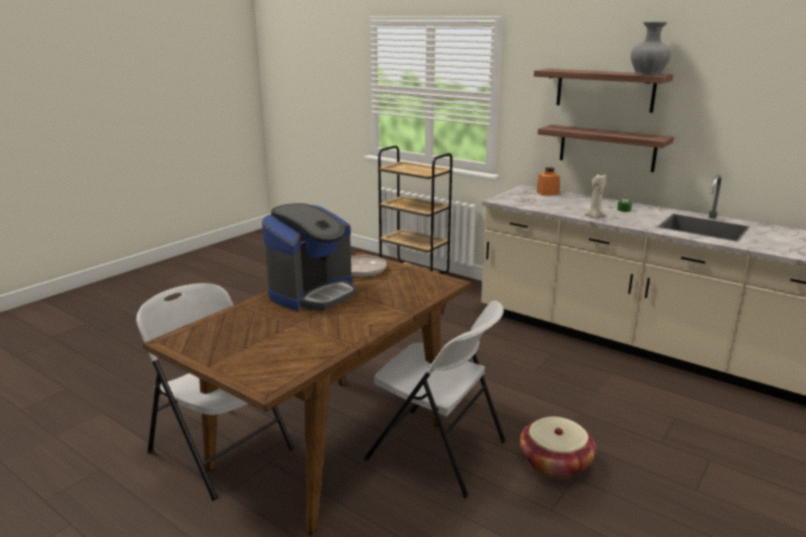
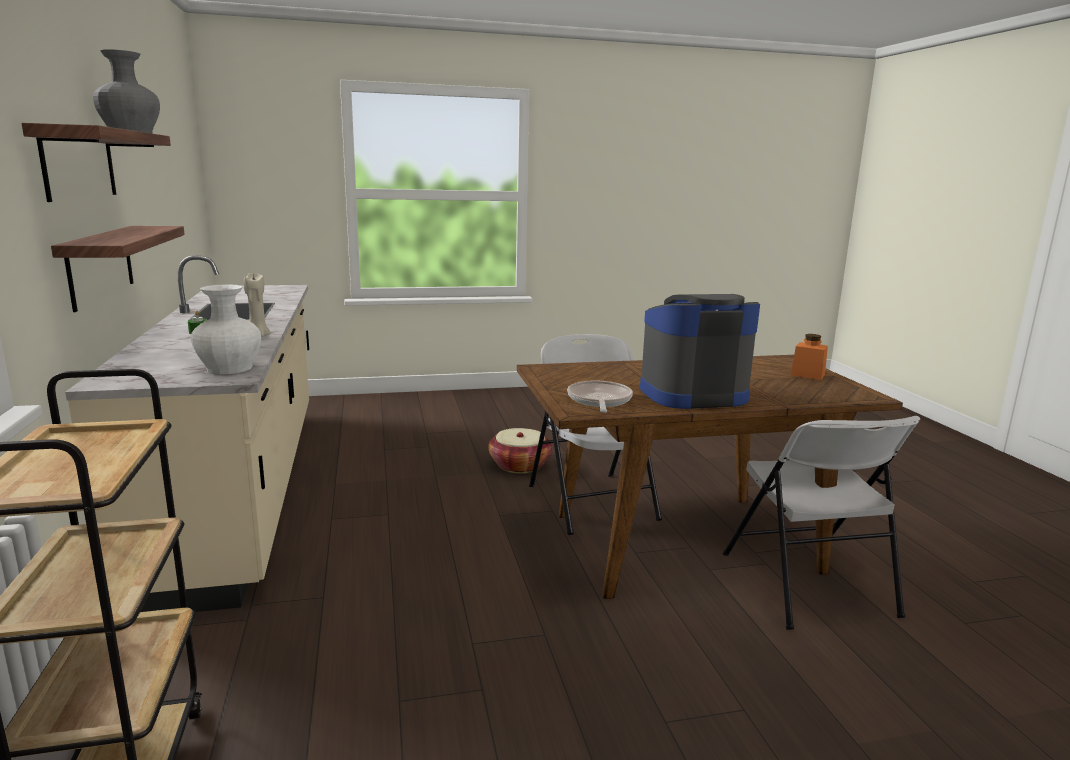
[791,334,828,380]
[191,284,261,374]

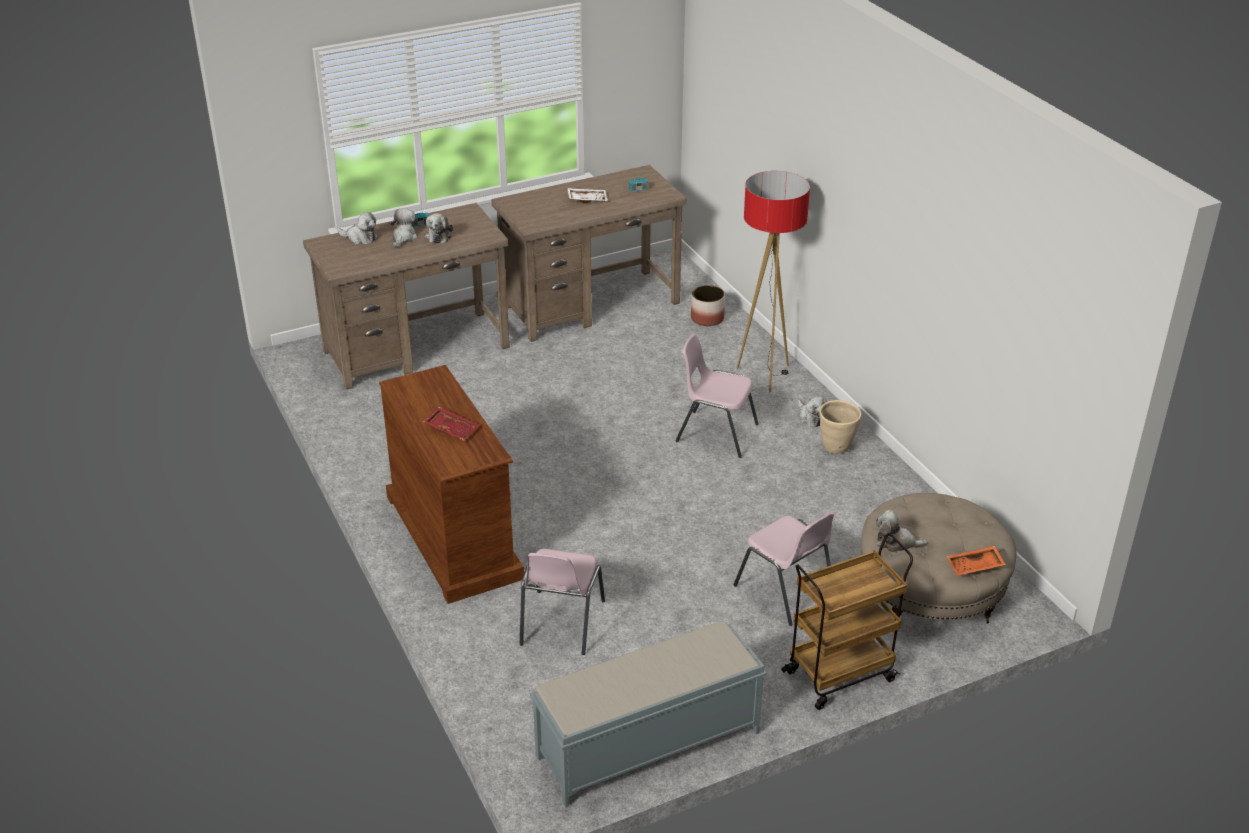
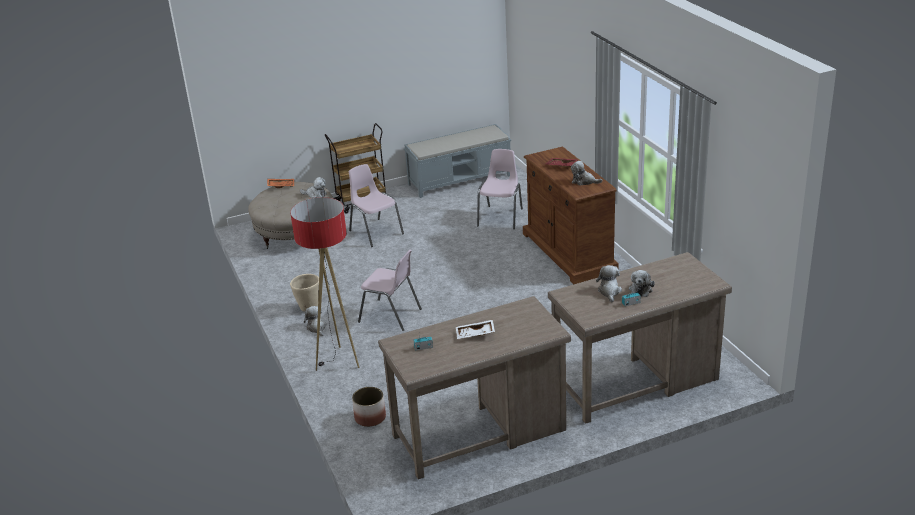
[571,161,603,186]

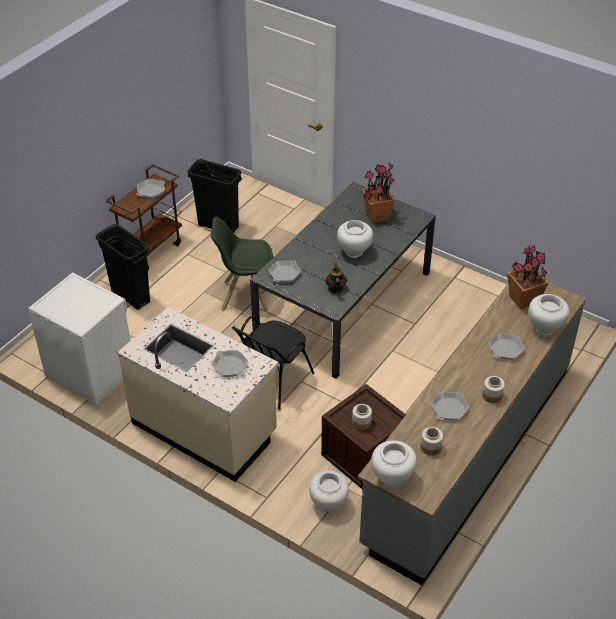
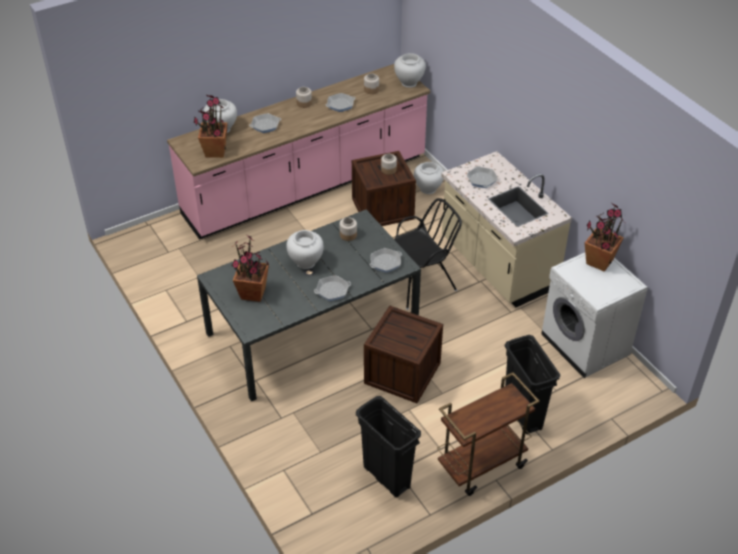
[314,275,351,301]
[364,305,443,403]
[340,217,357,241]
[167,64,430,240]
[585,202,625,272]

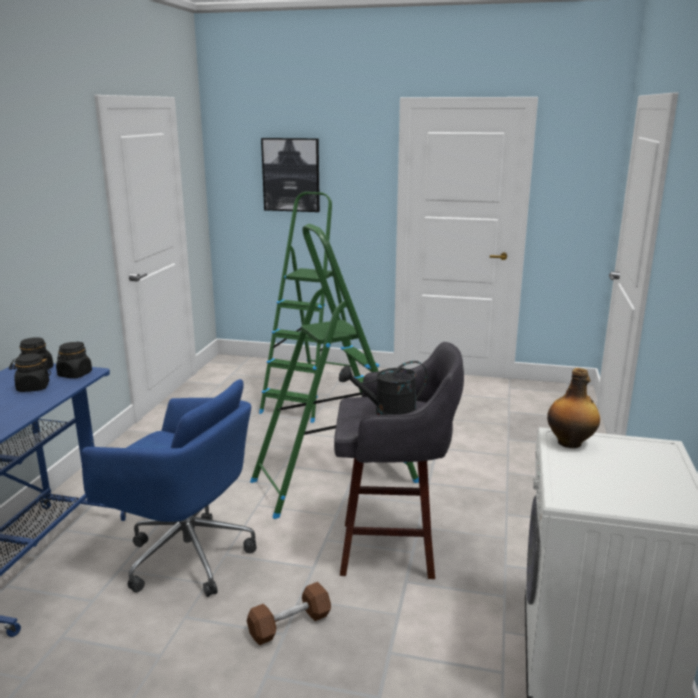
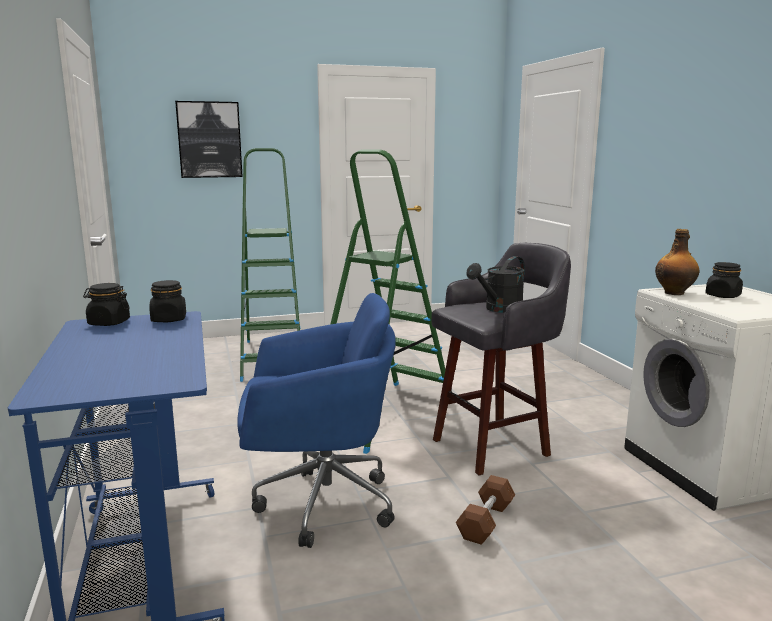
[705,262,743,298]

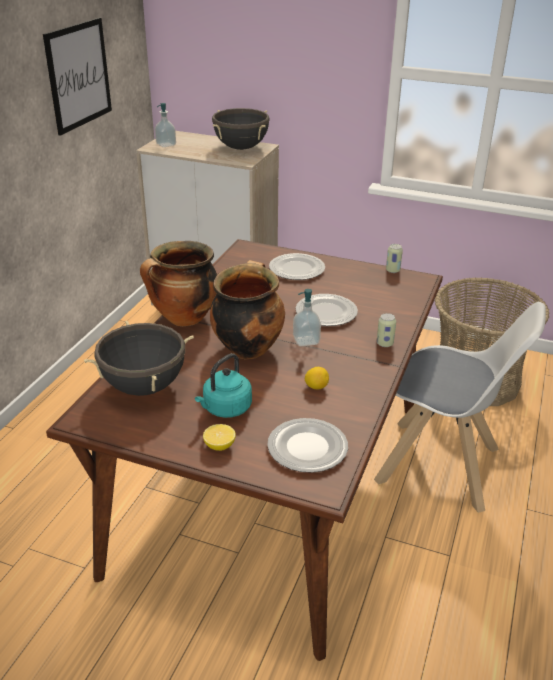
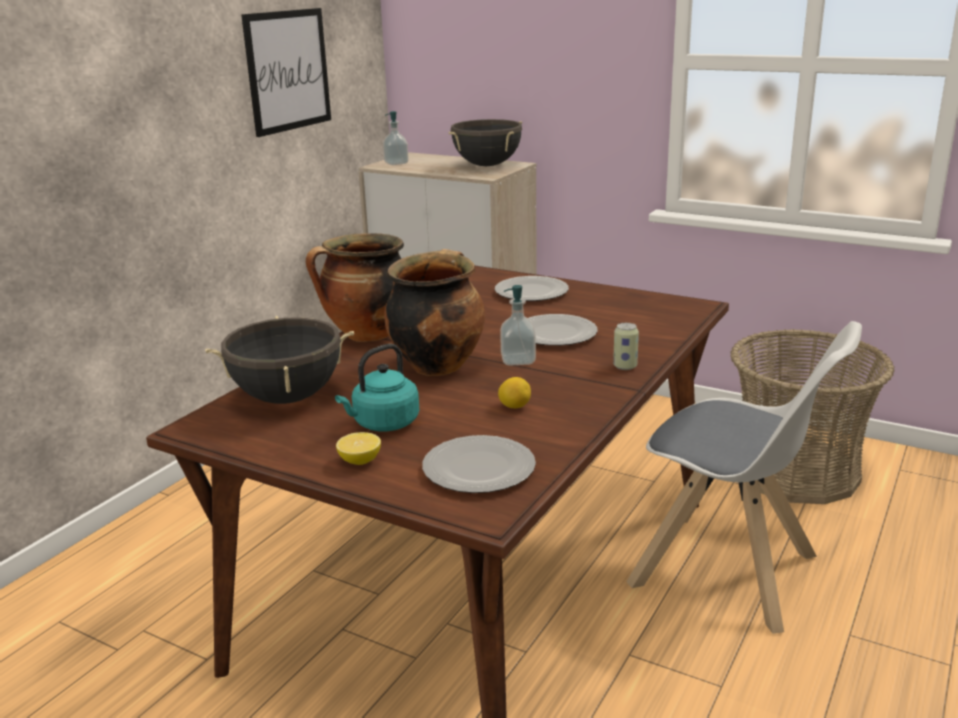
[386,244,403,273] (first image)

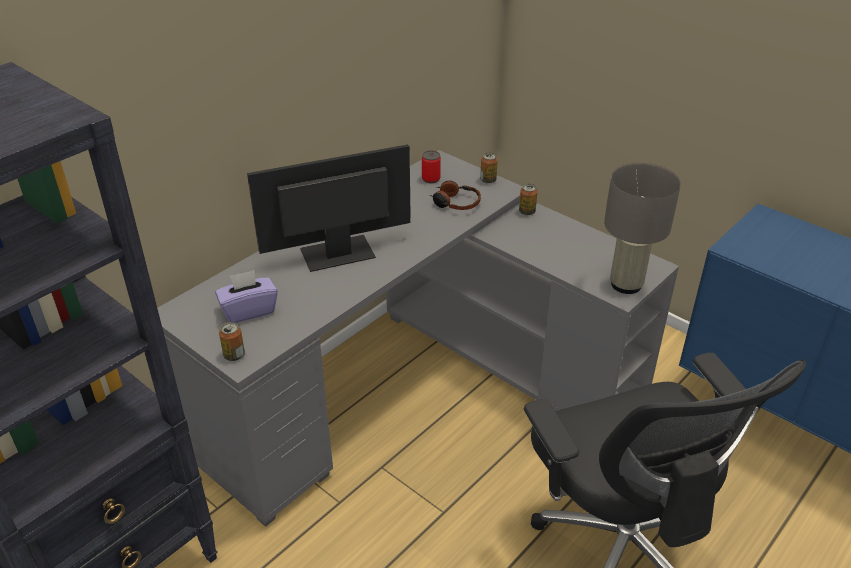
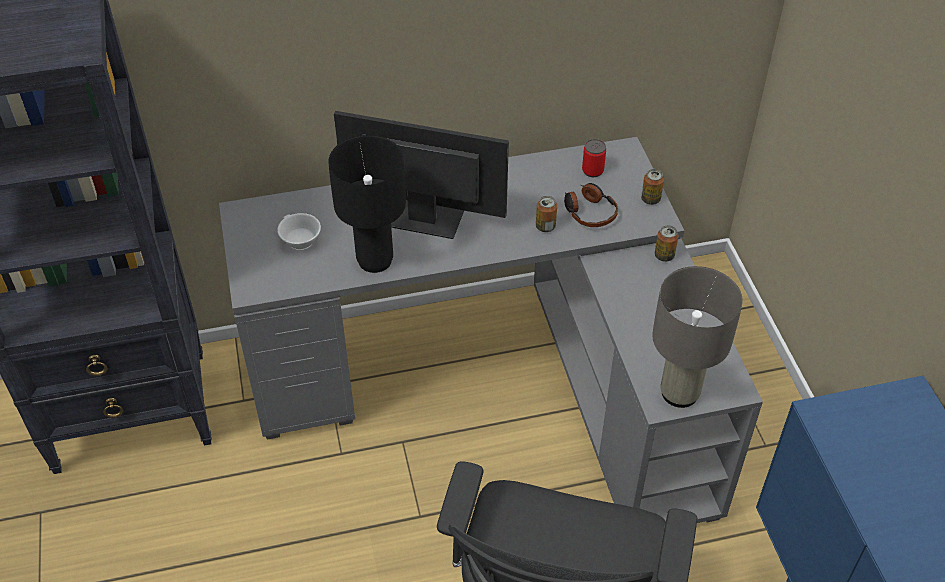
[277,213,321,250]
[536,196,557,232]
[329,135,406,273]

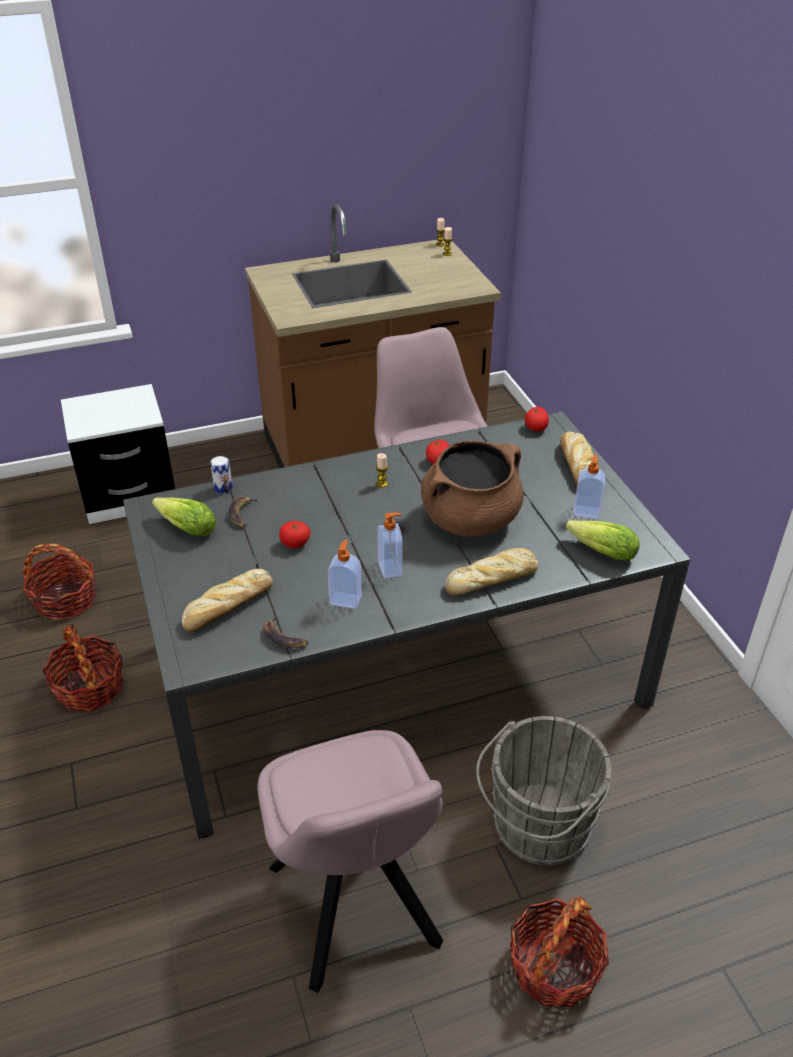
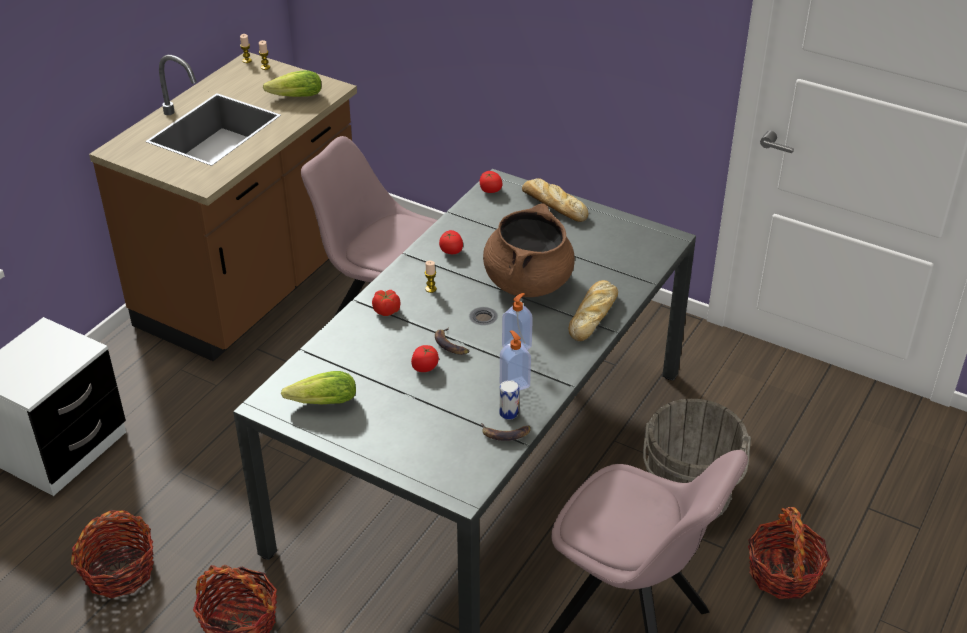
[573,454,605,519] (first image)
[500,380,519,420]
[435,327,470,355]
[263,70,321,97]
[182,568,273,632] (first image)
[372,290,400,316]

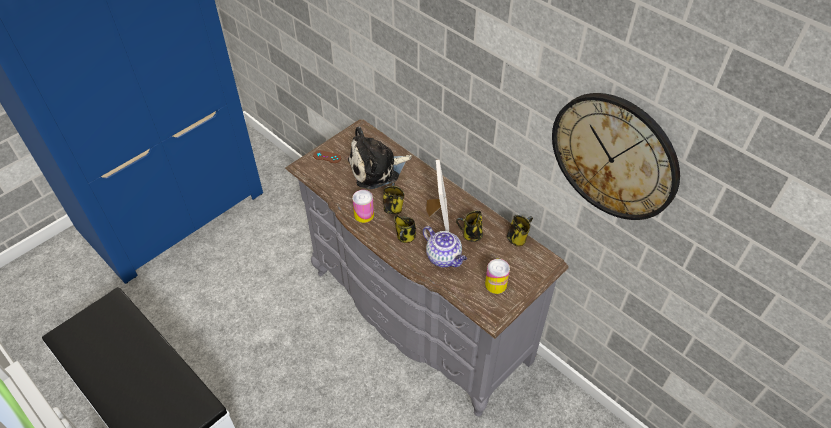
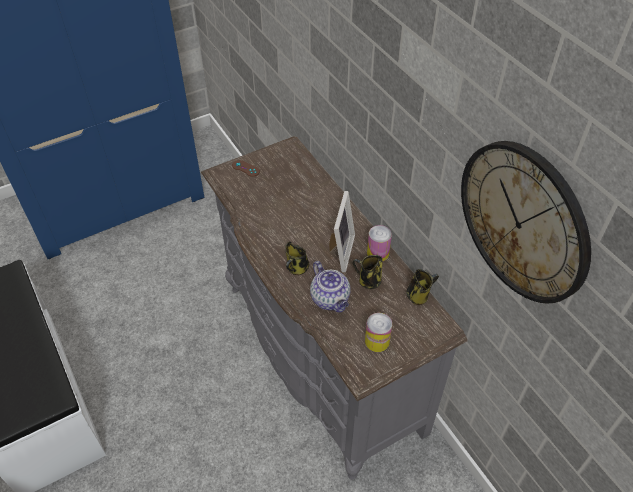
[348,127,412,189] (first image)
[383,182,404,214] (first image)
[367,225,392,261]

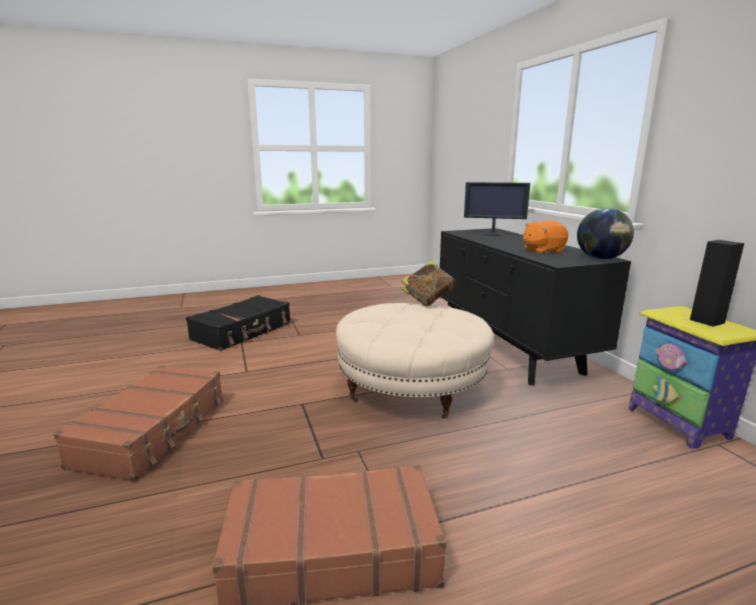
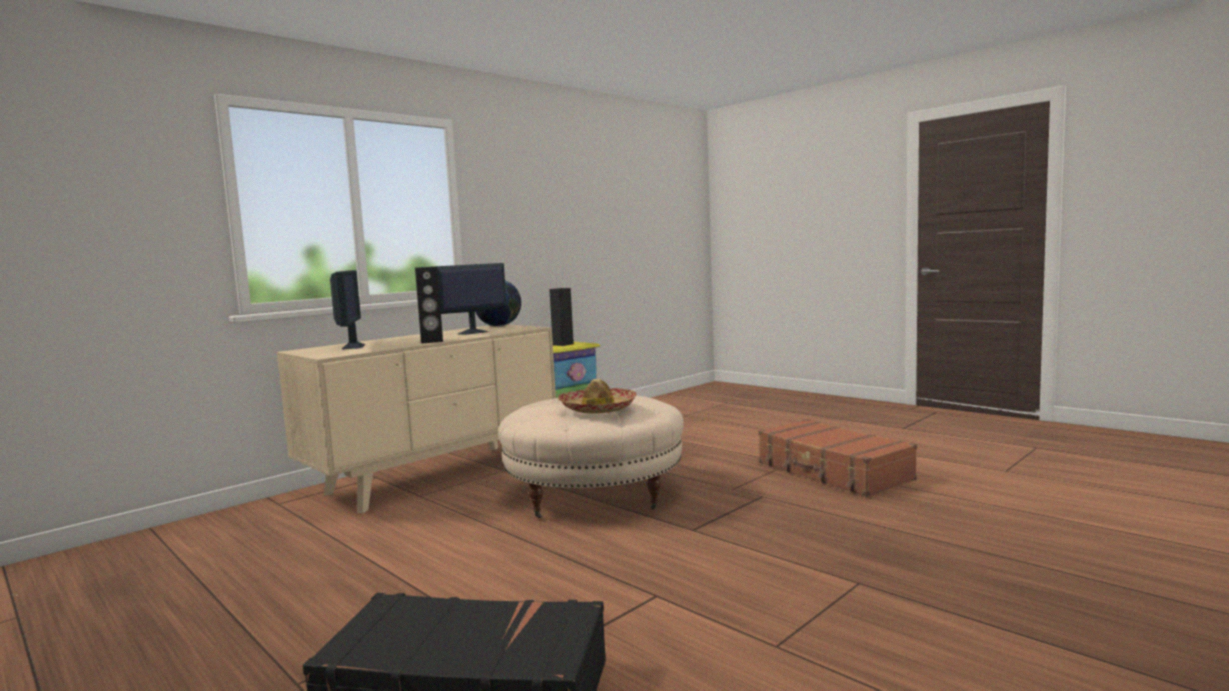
[433,263,507,335]
[277,325,556,513]
[401,260,456,307] (first image)
[53,365,223,481] (first image)
[415,267,443,343]
[558,379,637,414]

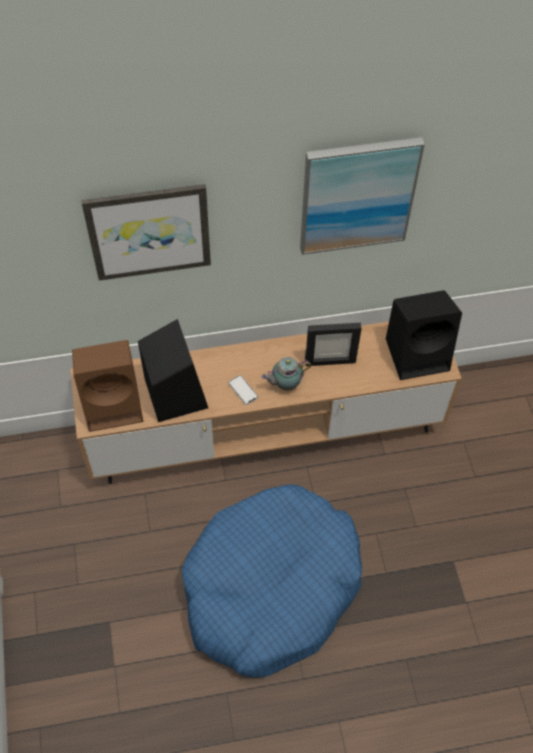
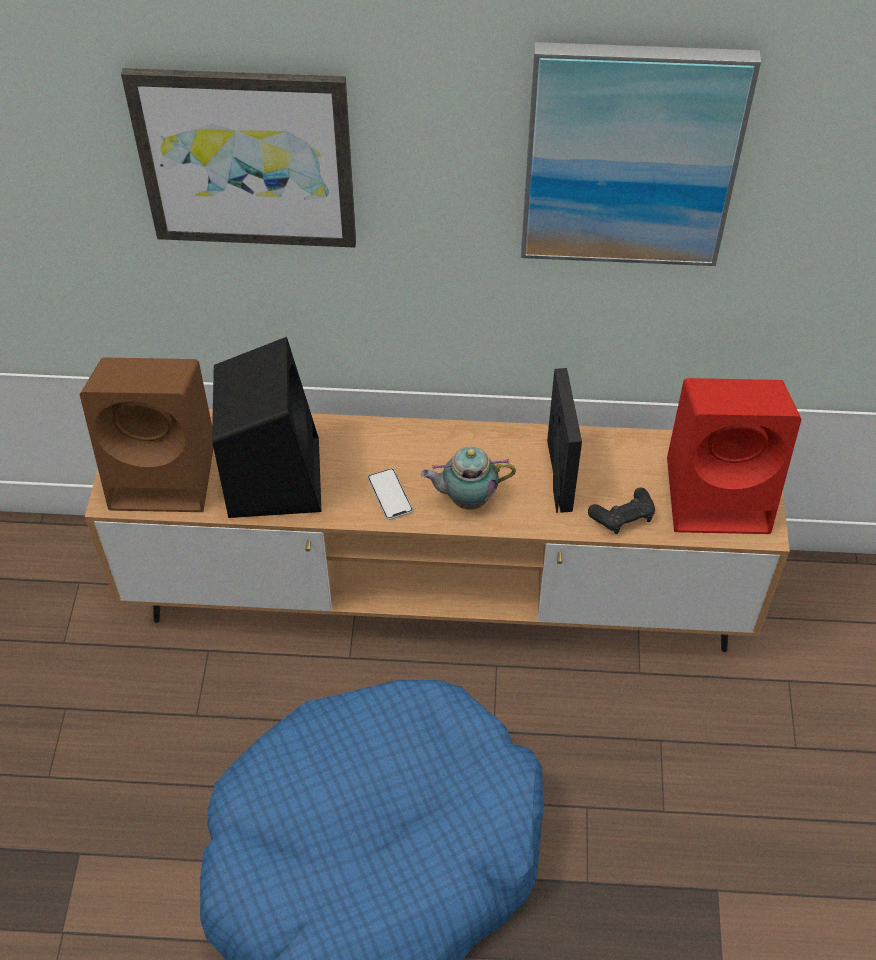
[667,378,801,534]
[547,368,582,513]
[588,487,655,534]

